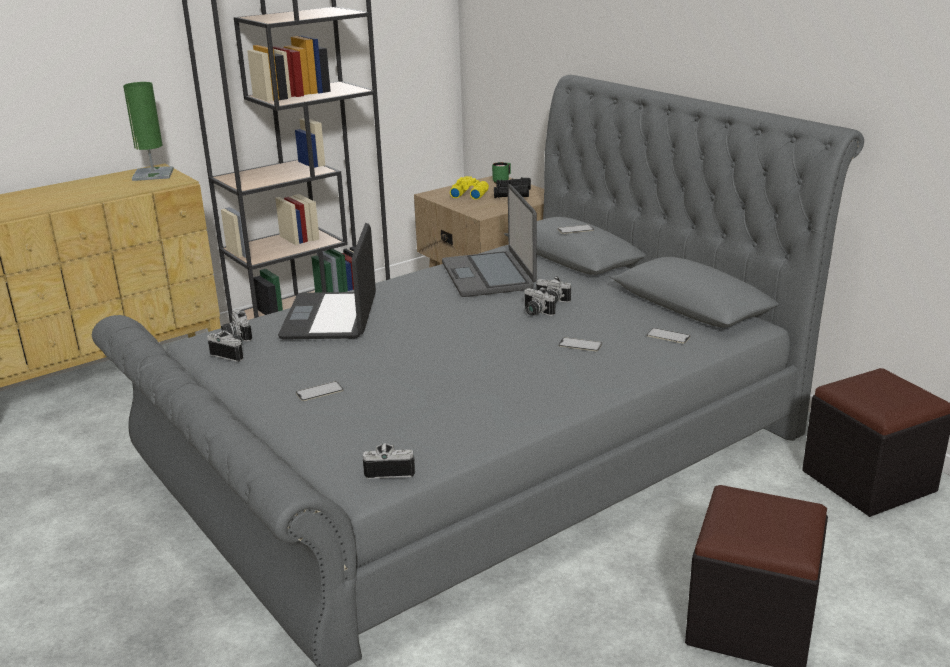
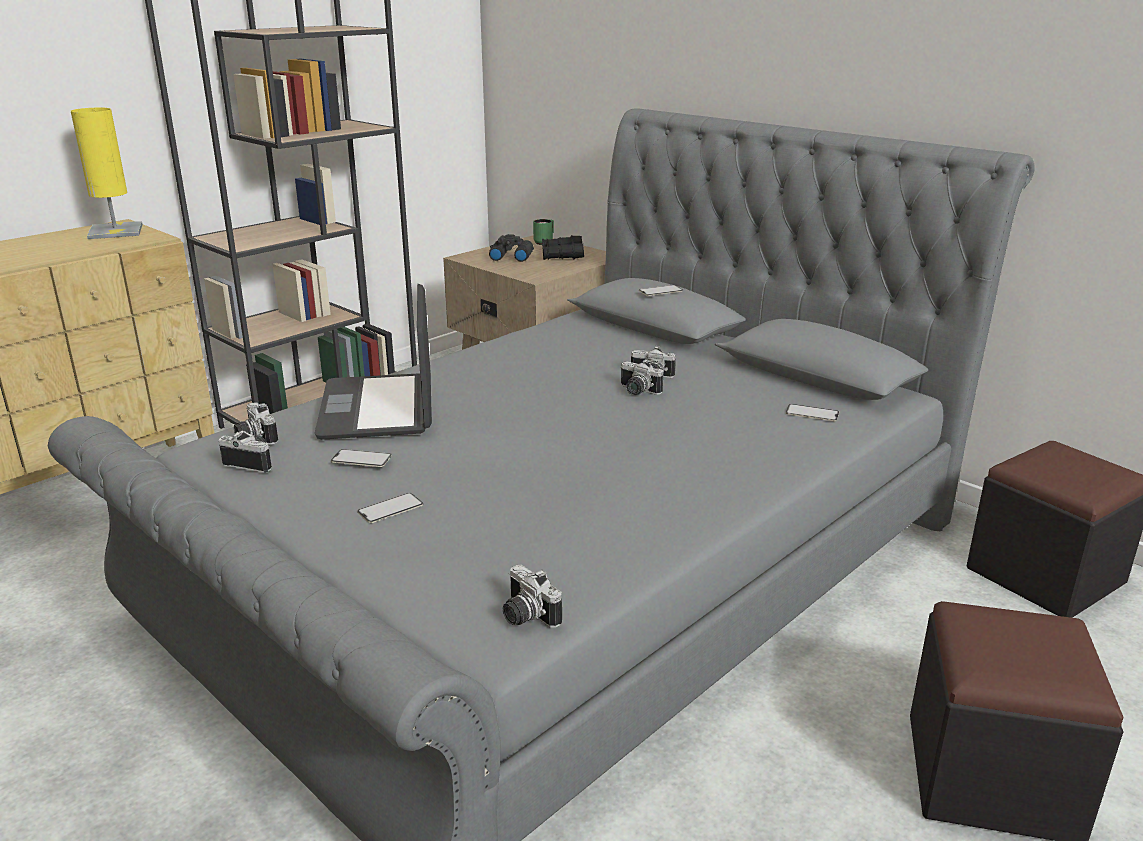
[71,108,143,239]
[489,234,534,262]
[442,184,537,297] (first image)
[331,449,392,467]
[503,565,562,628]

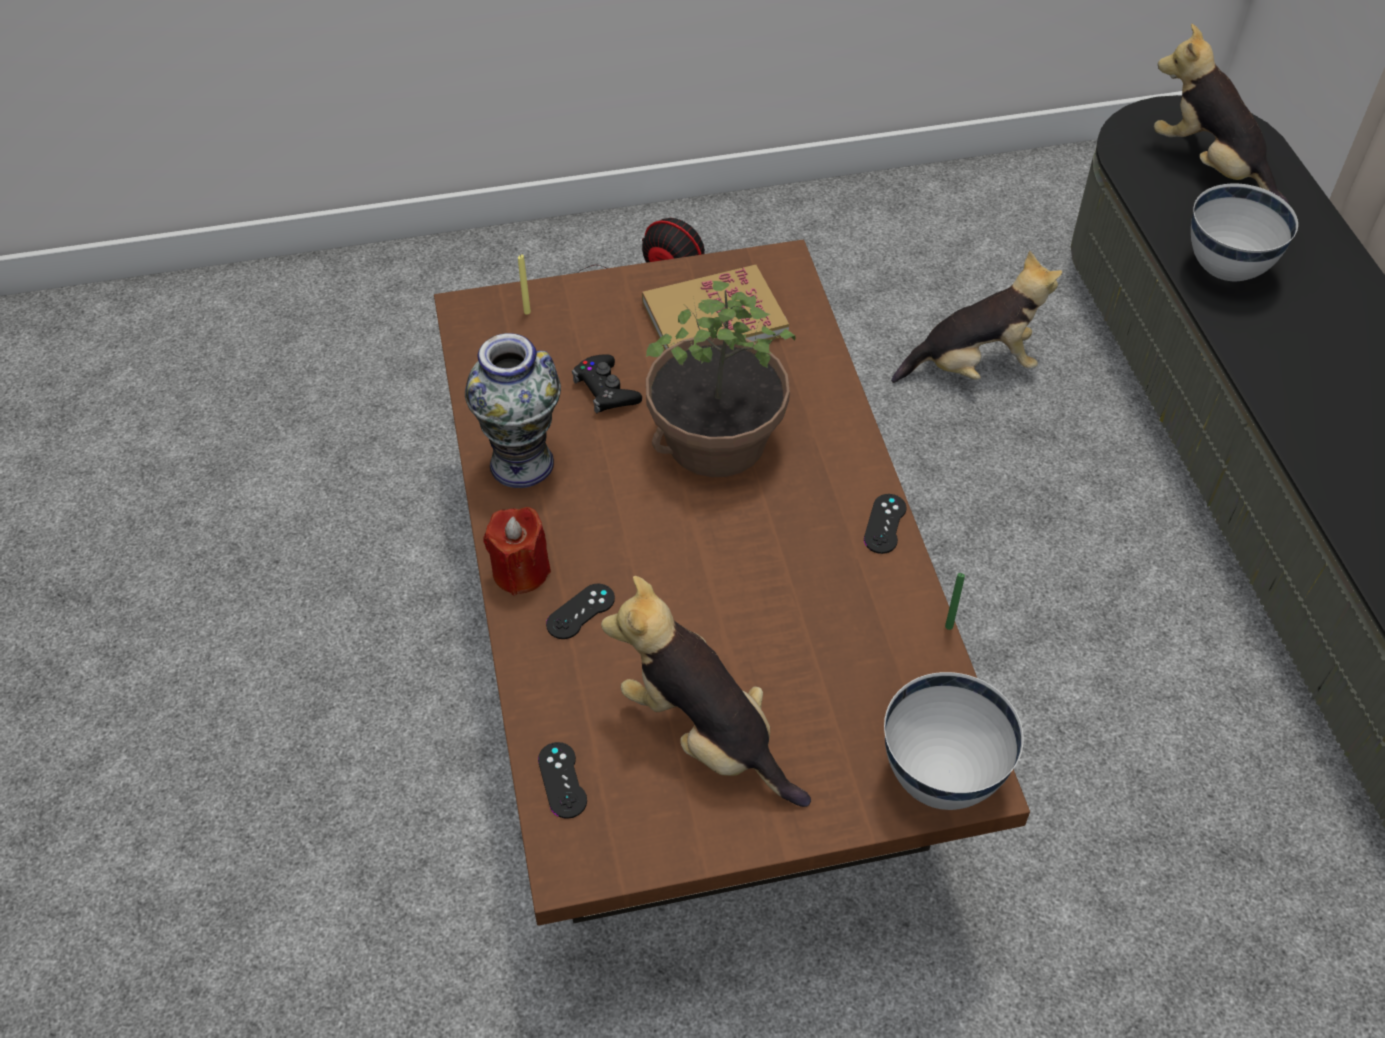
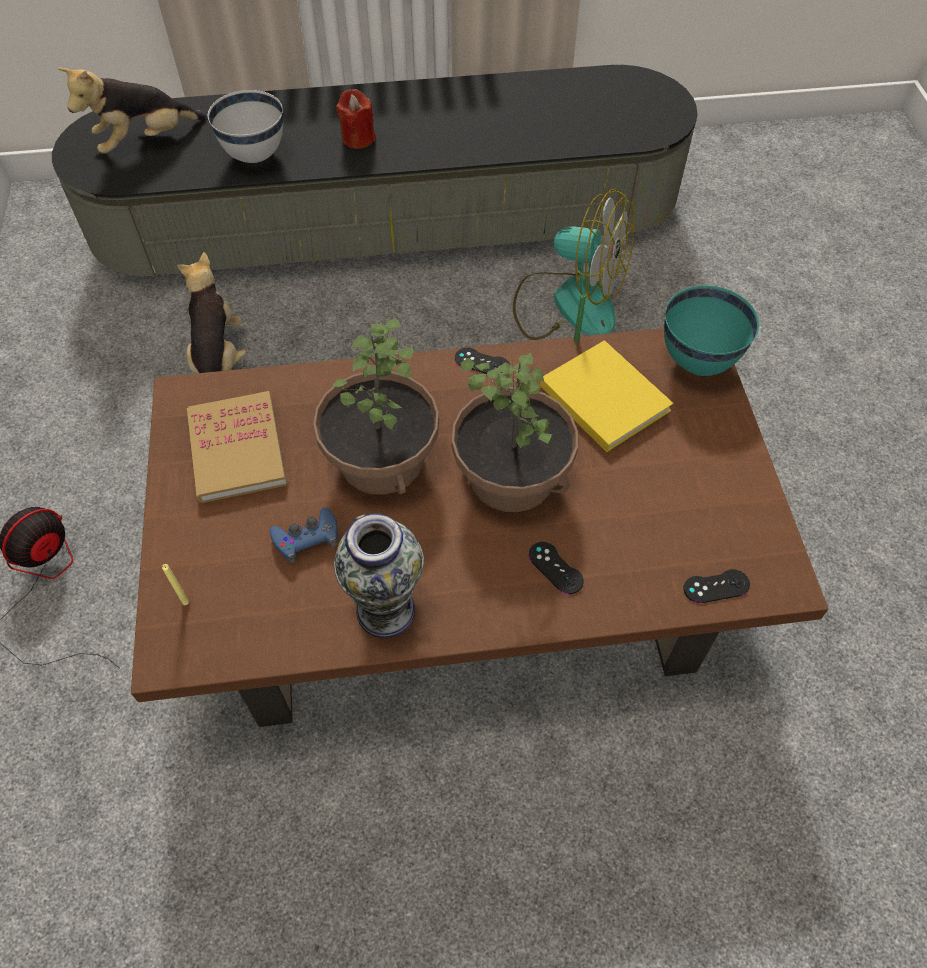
[270,507,338,563]
[336,89,376,149]
[601,576,811,807] (first image)
[664,285,759,376]
[513,189,635,340]
[540,340,674,452]
[452,353,578,512]

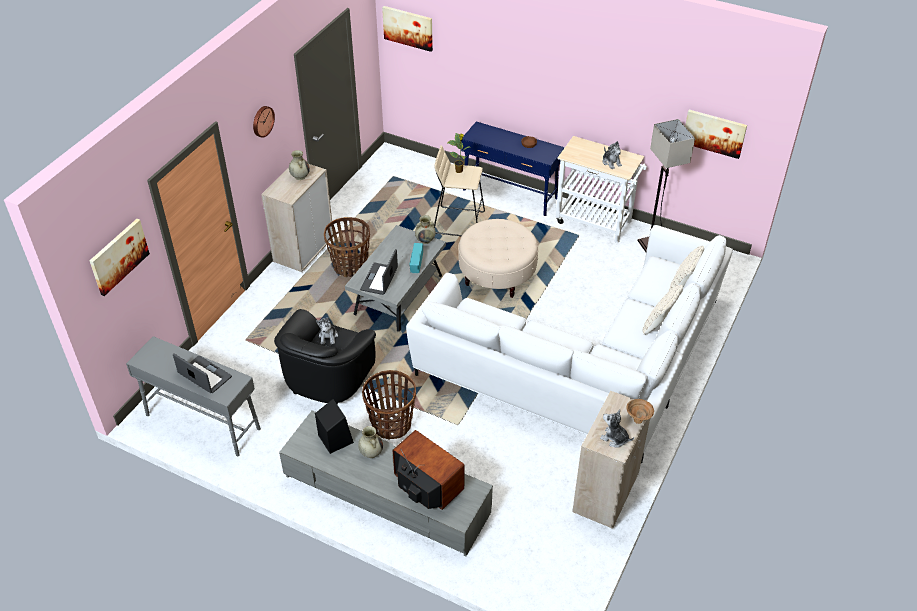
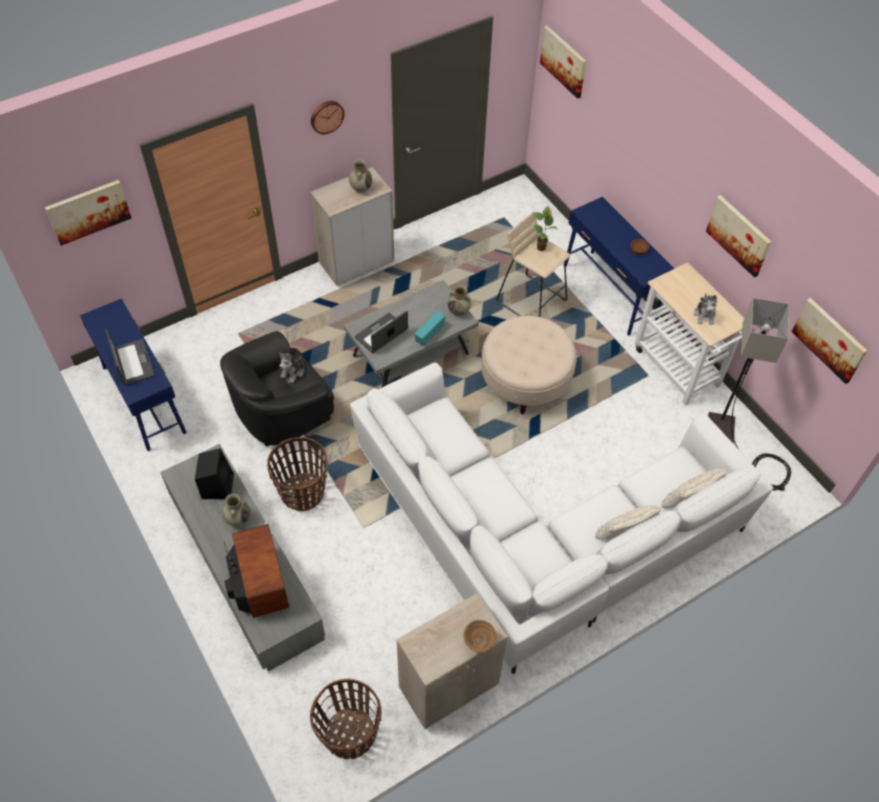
[310,678,381,759]
[80,299,187,451]
[600,410,634,448] (first image)
[706,195,771,278]

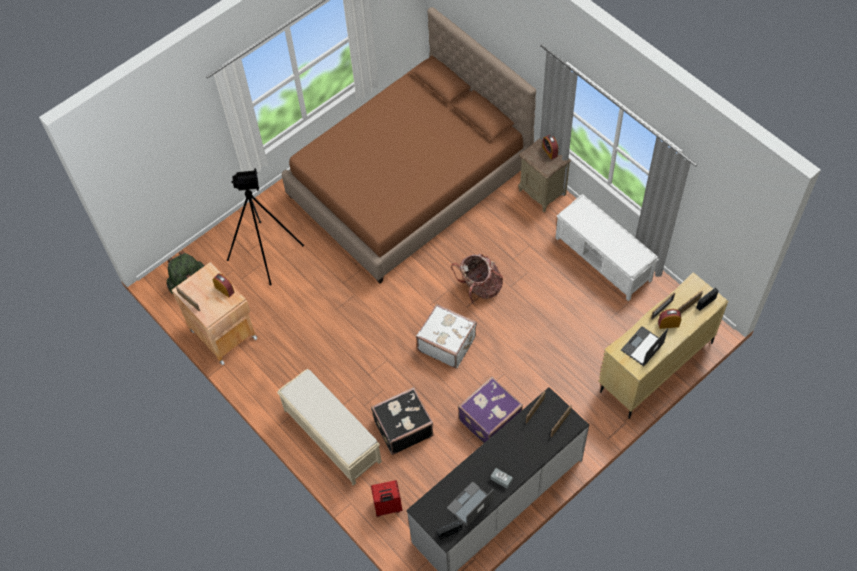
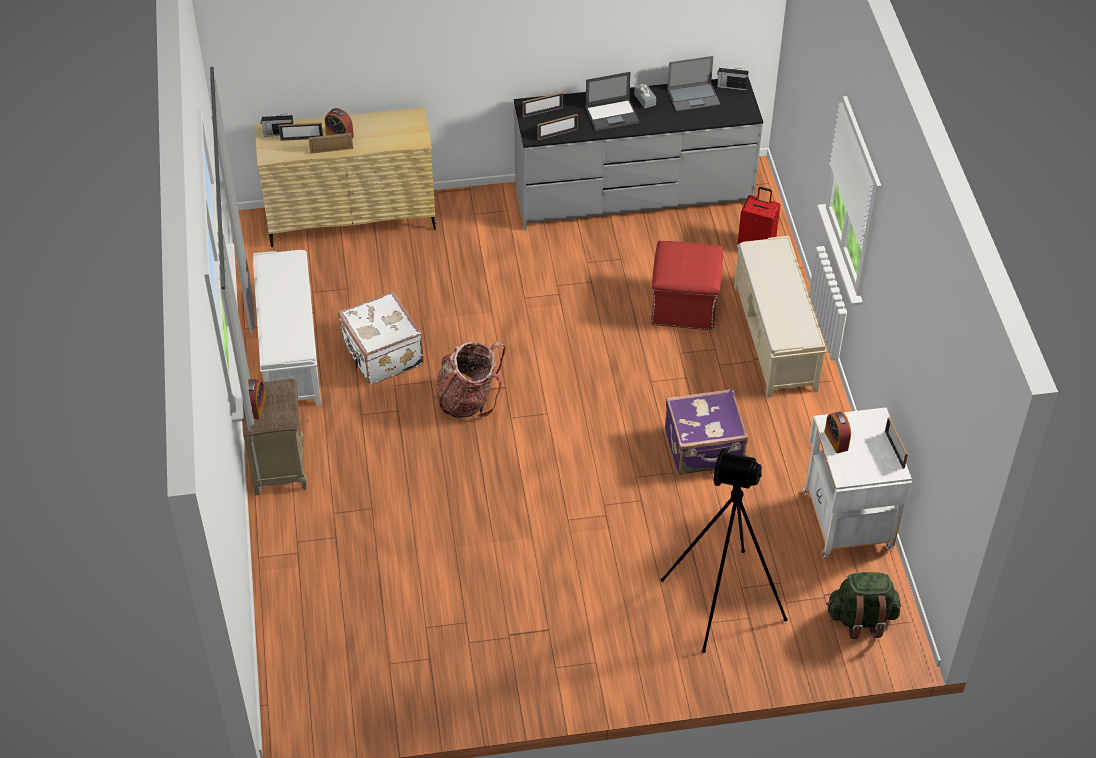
[281,7,536,284] (first image)
[803,407,912,558]
[338,291,424,385]
[585,72,640,131]
[665,389,748,475]
[651,241,723,330]

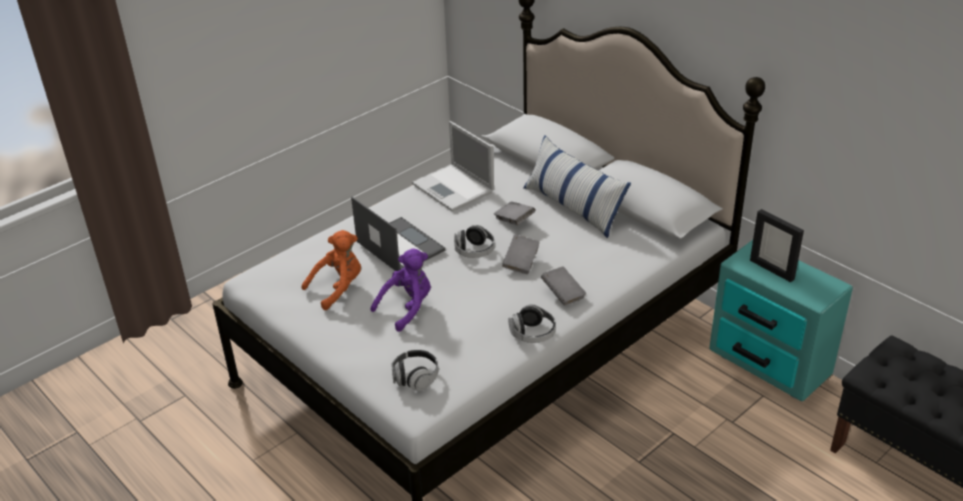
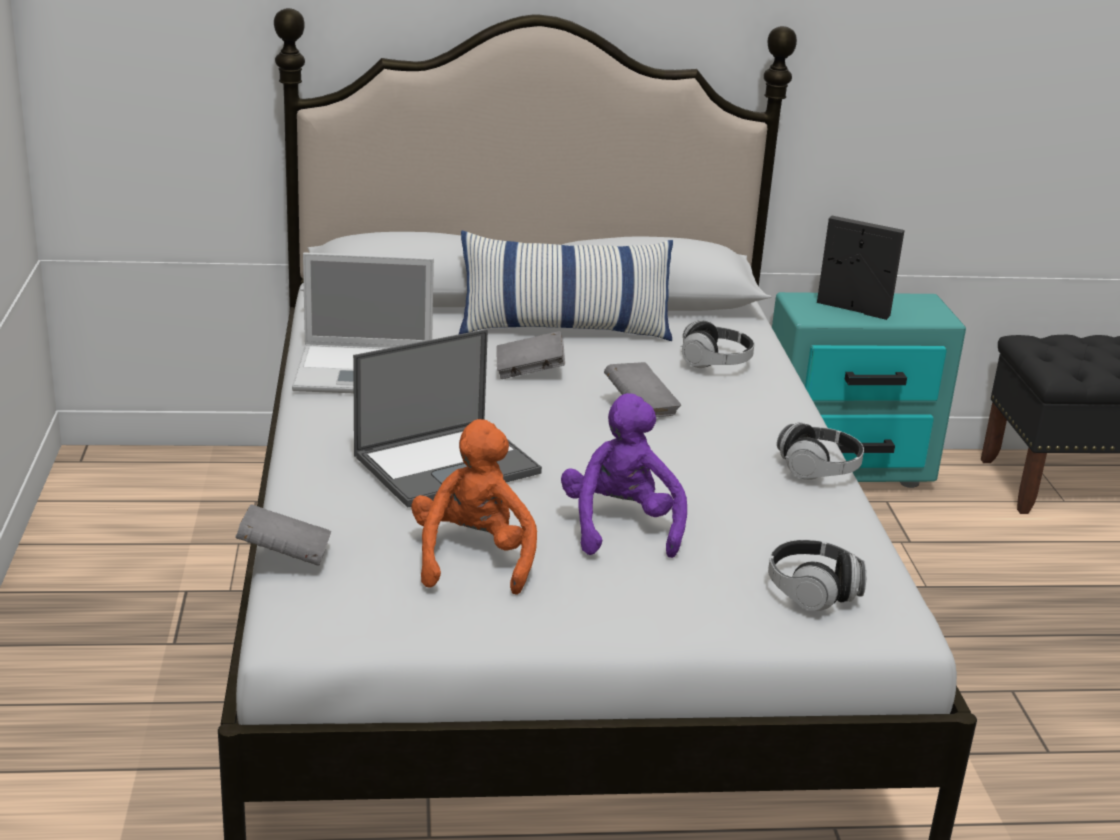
[353,329,542,508]
[817,216,905,320]
[681,320,755,368]
[235,504,331,566]

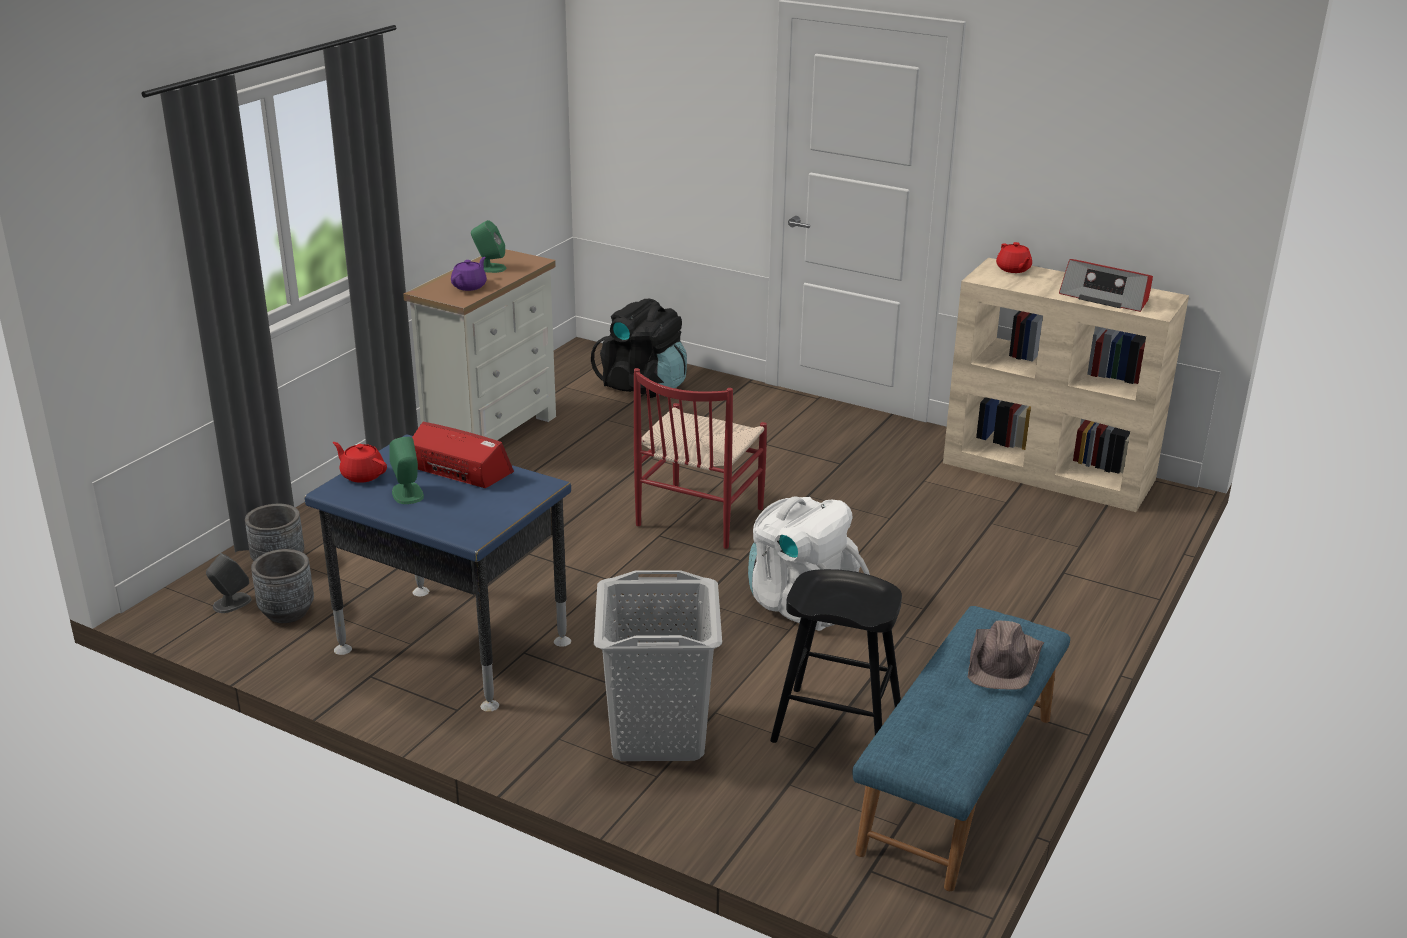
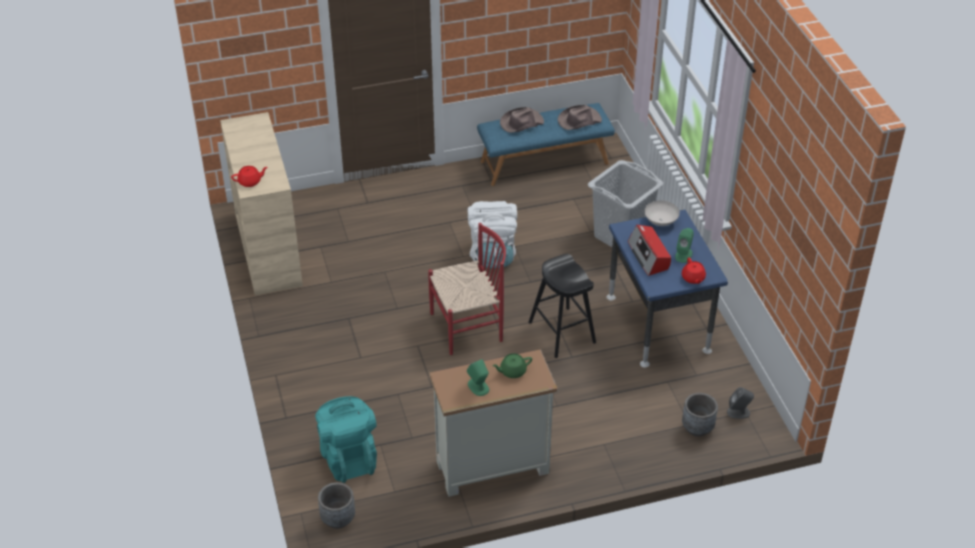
[231,166,268,187]
[492,353,532,378]
[1059,259,1153,312] (first image)
[315,396,377,483]
[318,482,355,529]
[529,254,596,358]
[558,105,602,130]
[644,200,680,226]

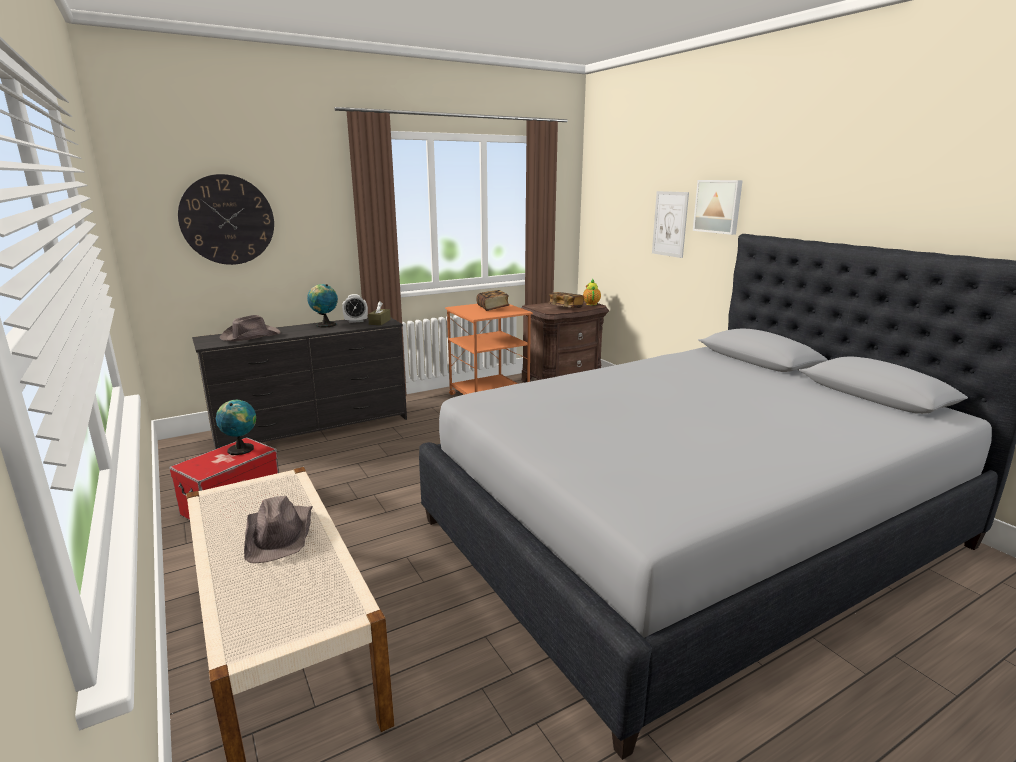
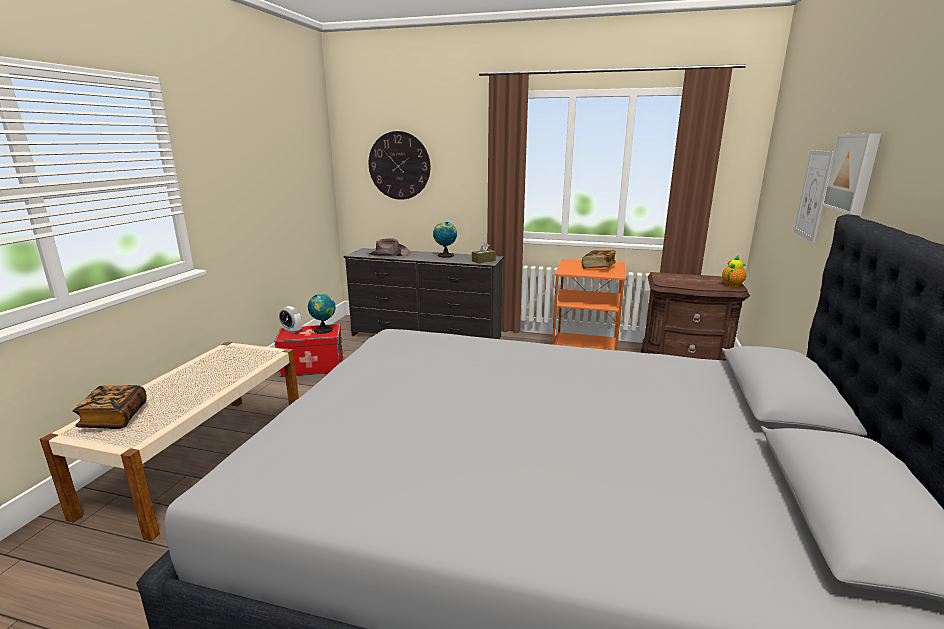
[73,385,147,429]
[279,306,302,333]
[244,496,313,563] (first image)

